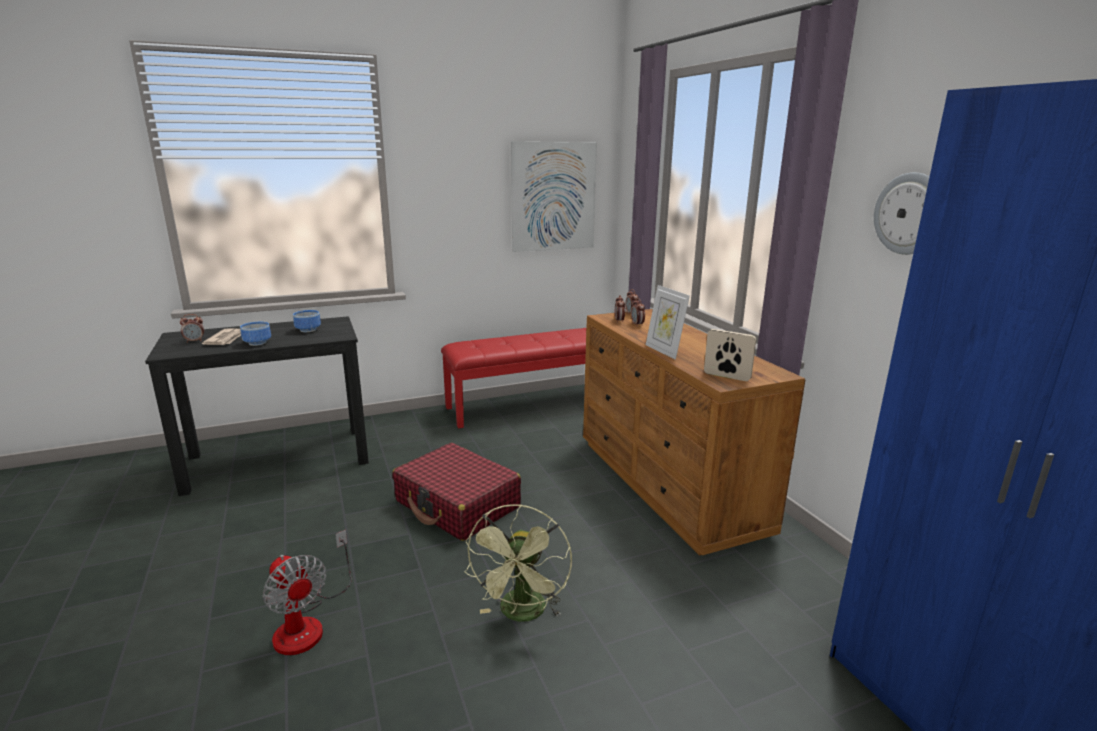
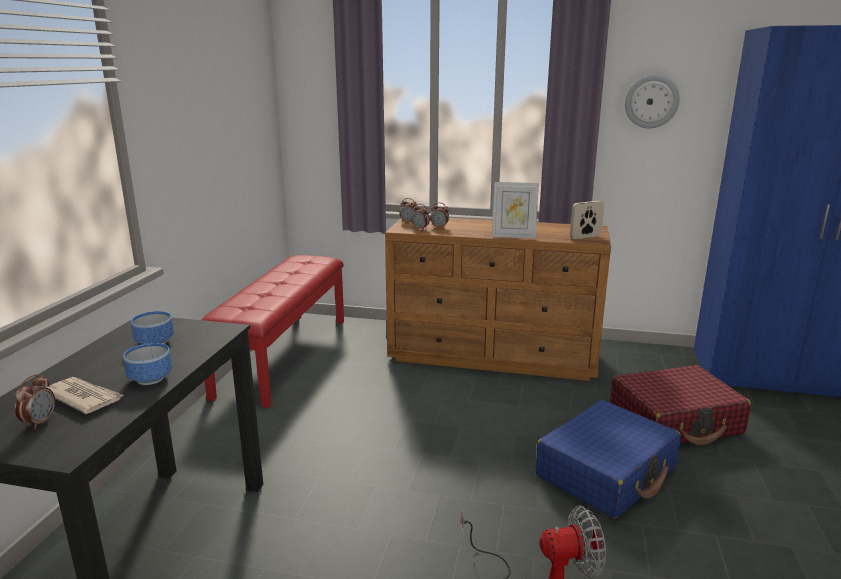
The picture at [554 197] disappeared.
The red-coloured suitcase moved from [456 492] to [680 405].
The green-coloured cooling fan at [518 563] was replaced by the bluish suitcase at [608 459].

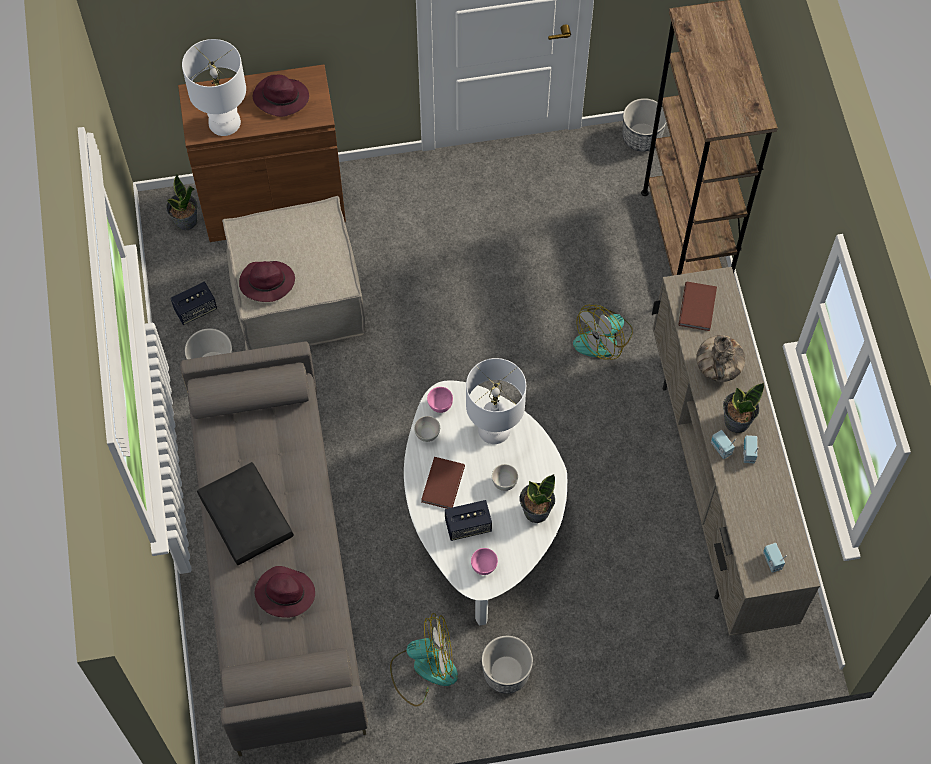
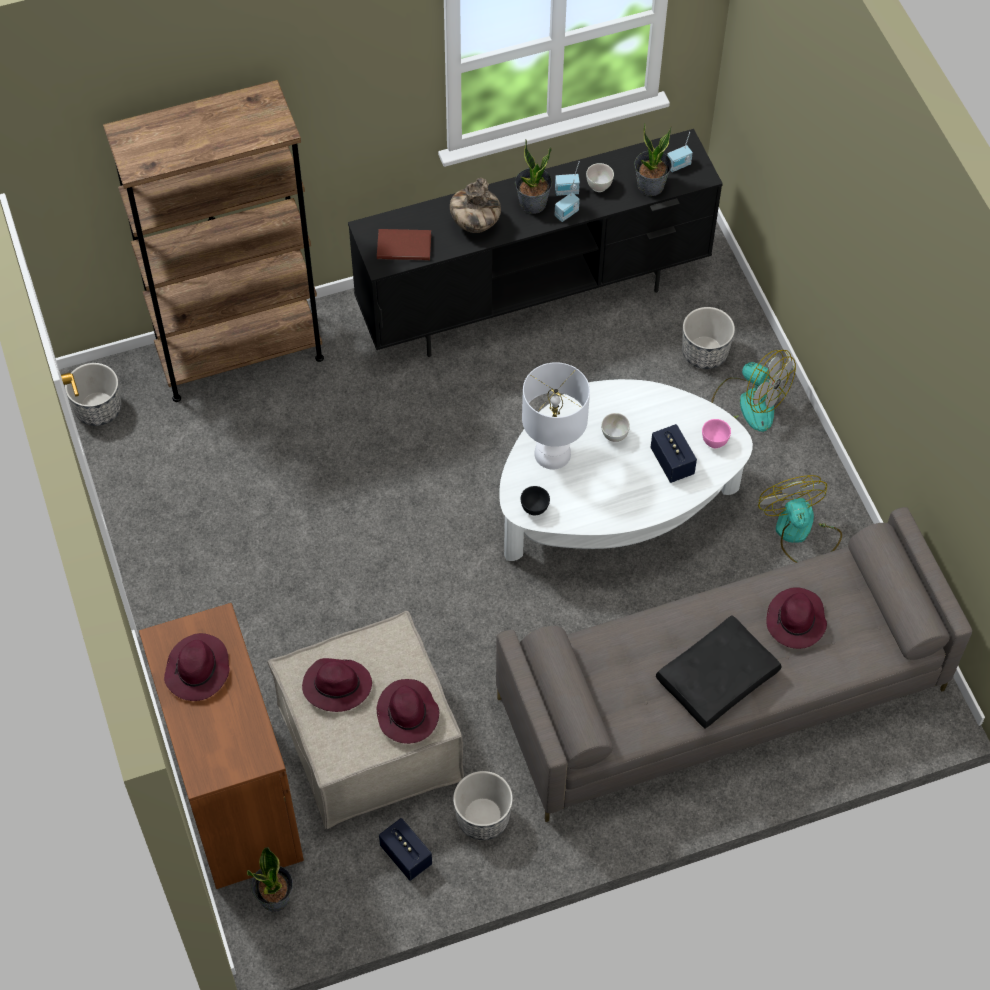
The white-coloured lamp for a table at [214 87] disappeared.
The brownish book at [443 483] disappeared.
The purple-coloured clothing hat at [337 685] appeared.
The white-coloured serving bowl moved from [427 429] to [600 177].
The plant pot moved from [507 665] to [708 338].
The potted plant moved from [537 498] to [653 159].
The cooling fan moved from [603 332] to [753 391].
The pink serving bowl at [440 400] became the black-coloured serving bowl at [535 500].
The beige tv unit at [736 451] became the black-coloured tv unit at [535 243].

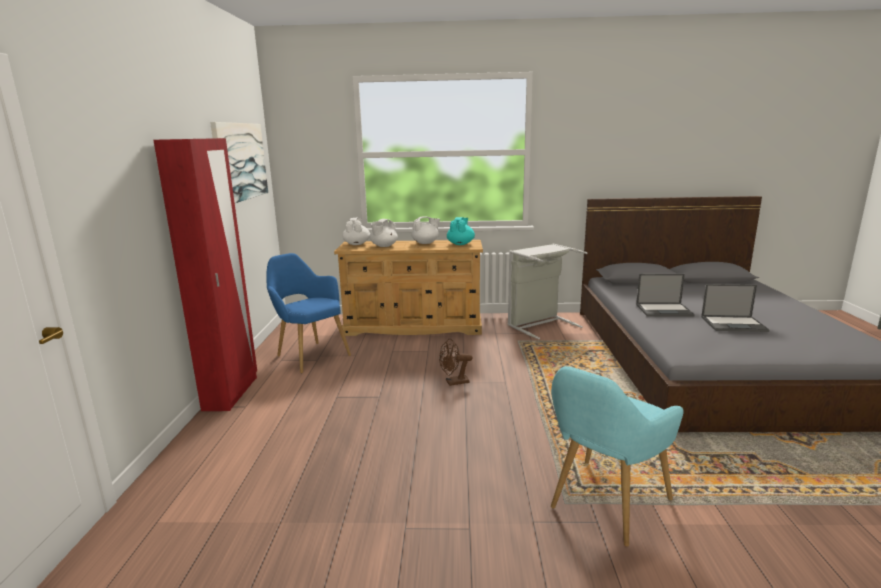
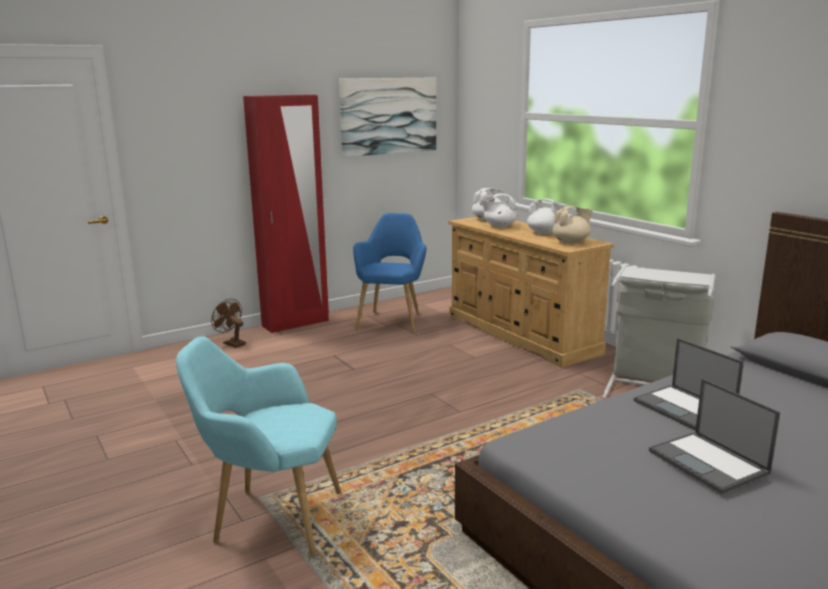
The brownish cooling fan moved from [455 362] to [228 323].
The turquoise tea pot at [461 231] became the beige tea pot at [572 225].

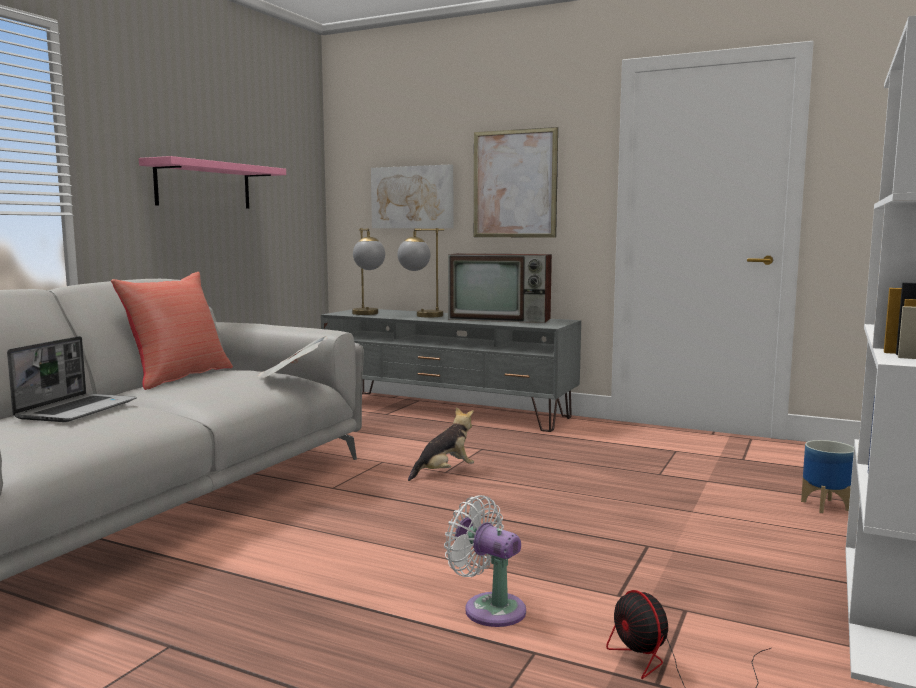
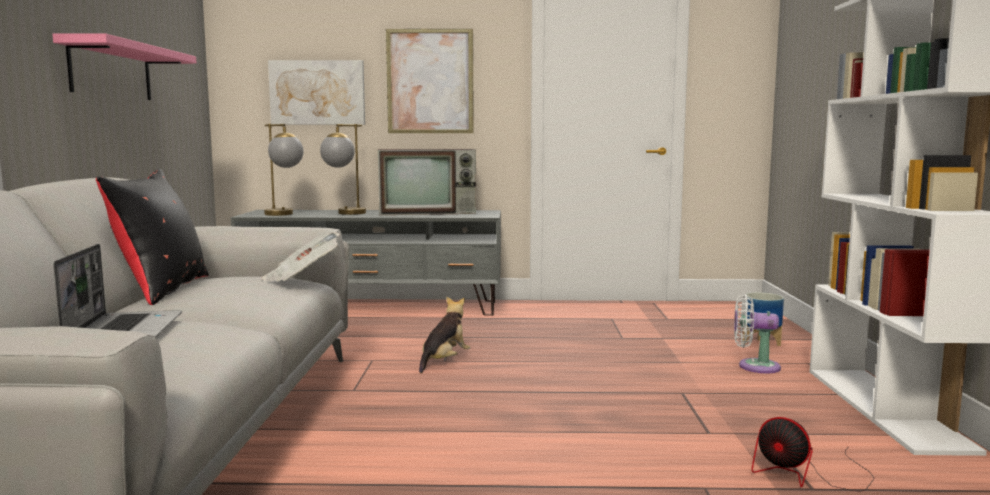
The white-coloured cooling fan moved from [485 561] to [757 333].
The red-coloured throw pillow at [172 331] became the black-coloured throw pillow at [152 236].

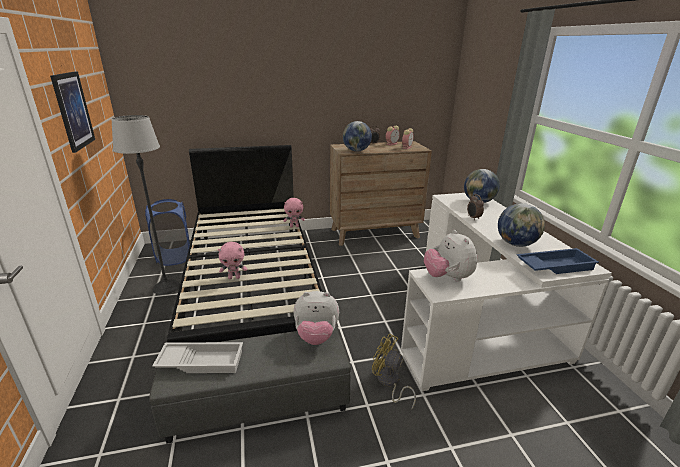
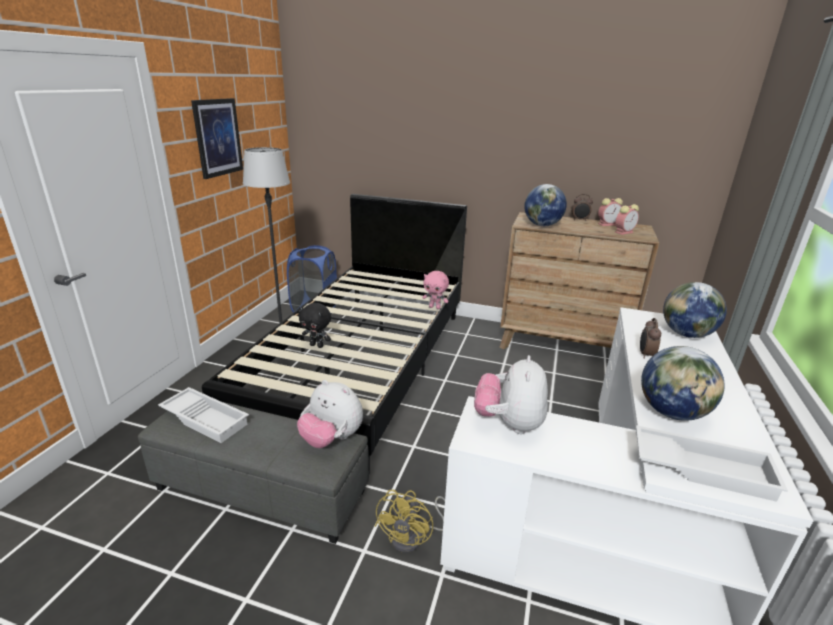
The pink plush toy at [232 260] became the black-coloured plush toy at [315 325].
The bluish serving tray at [558 261] became the white-coloured serving tray at [712 463].
The yellow cooling fan at [394 372] turned 135 degrees counterclockwise.

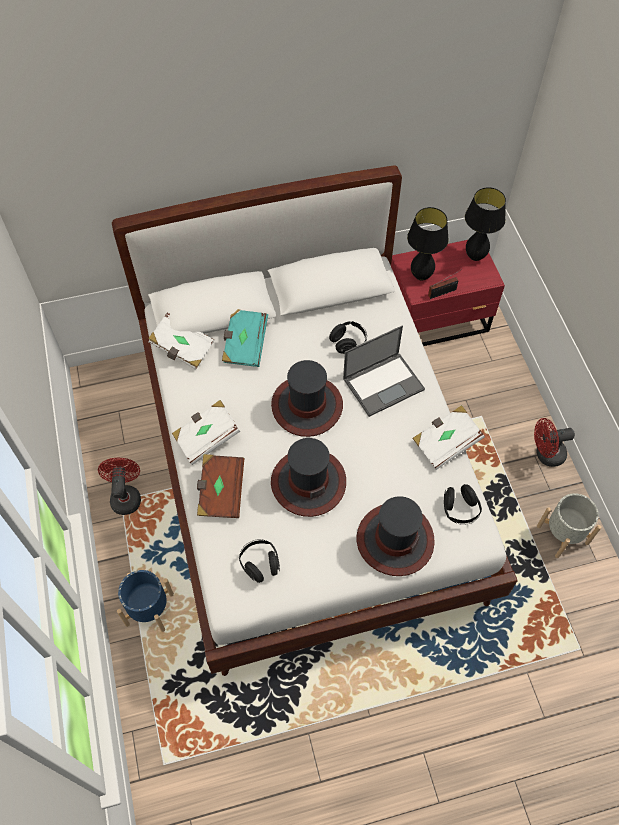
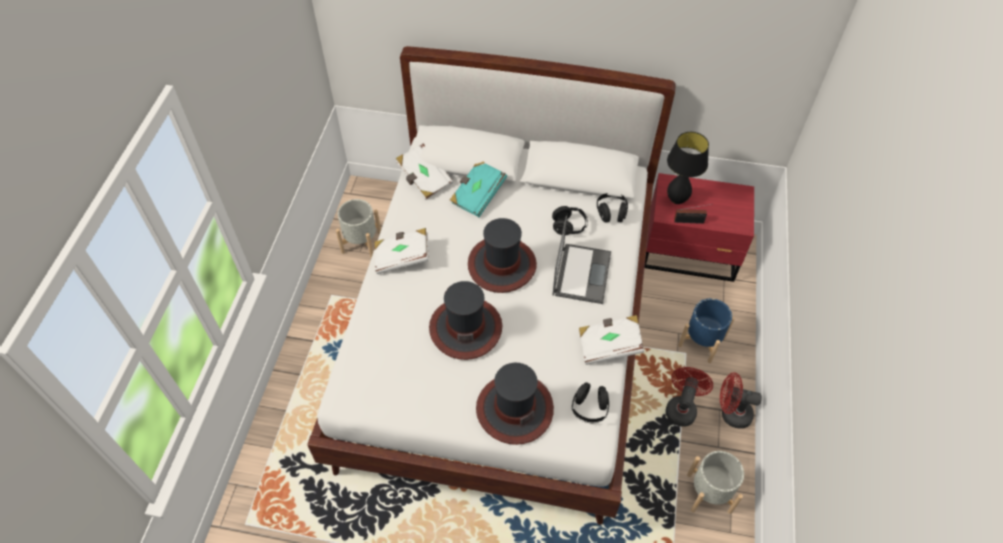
The brownish book at [220 486] disappeared.
The black-coloured lamp for a table at [485 224] disappeared.
The greyish plant pot at [358 228] appeared.
The red-coloured cooling fan moved from [119 486] to [689 397].
The bluish plant pot moved from [145 601] to [706 330].
The black-coloured pair of headphones moved from [259 561] to [612 208].
The laptop at [384 371] turned 75 degrees counterclockwise.

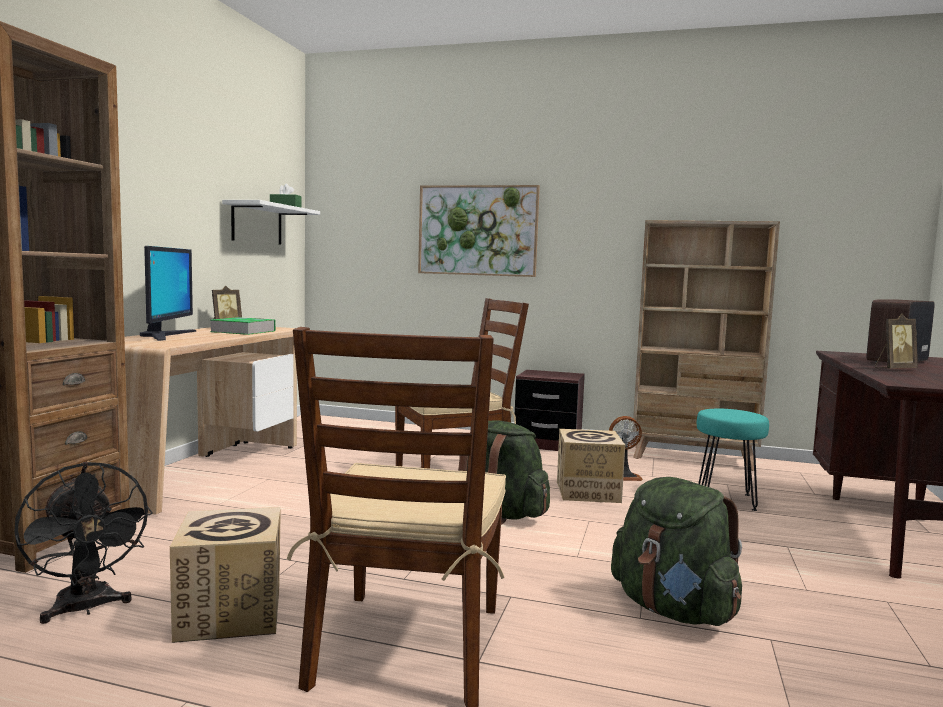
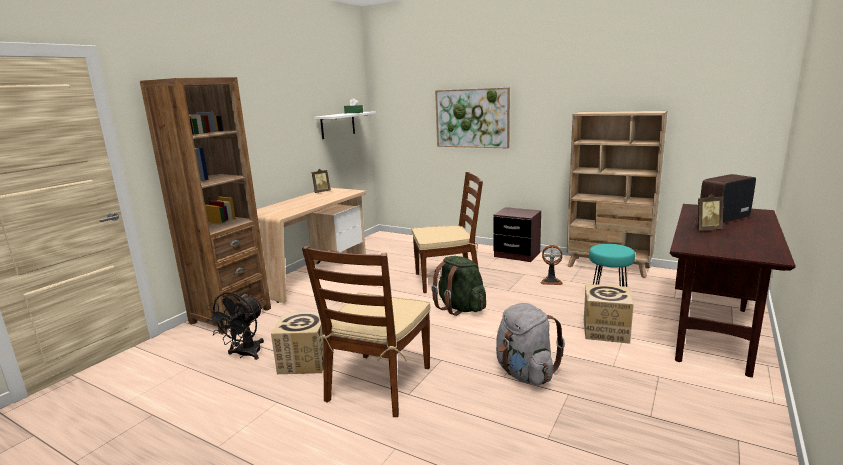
The computer display at [168 293] disappeared.
The book at [243 326] disappeared.
The packing box moved from [591 466] to [609 314].
The green-coloured knapsack at [676 551] became the greyish knapsack at [530 344].
The black-coloured cooling fan at [83 543] turned 45 degrees clockwise.

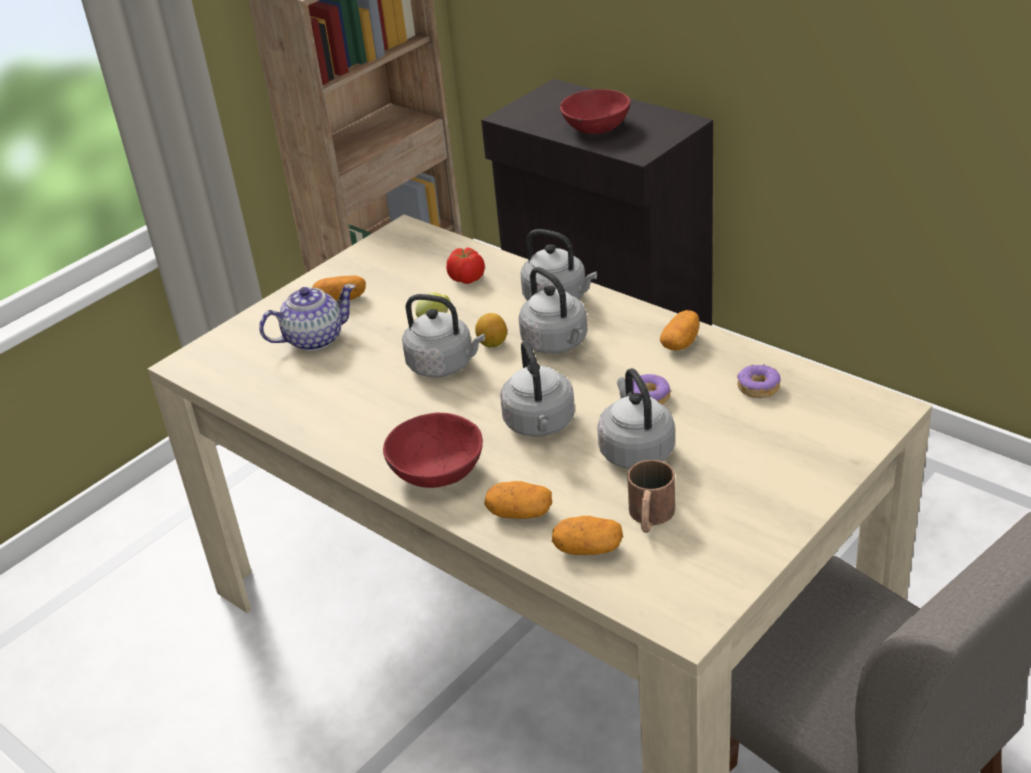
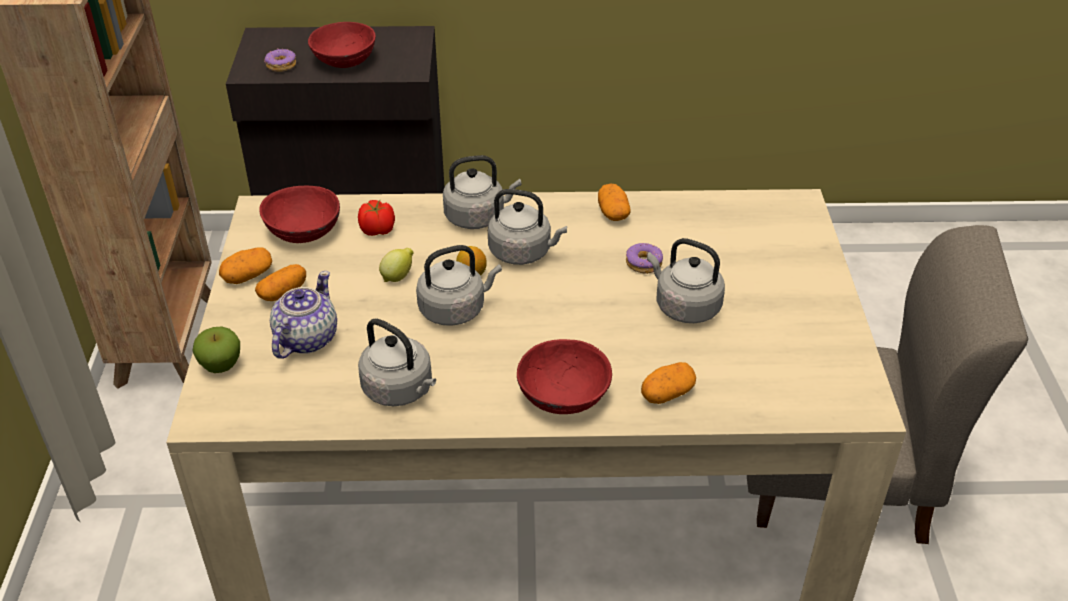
The brownish tea mug at [651 496] disappeared.
The apple fruit at [216 350] appeared.
The red-coloured serving bowl at [299 214] appeared.
The greyish tea kettle moved from [537 389] to [397 362].
The spud moved from [587 535] to [245 265].
The donut moved from [759 381] to [280 60].

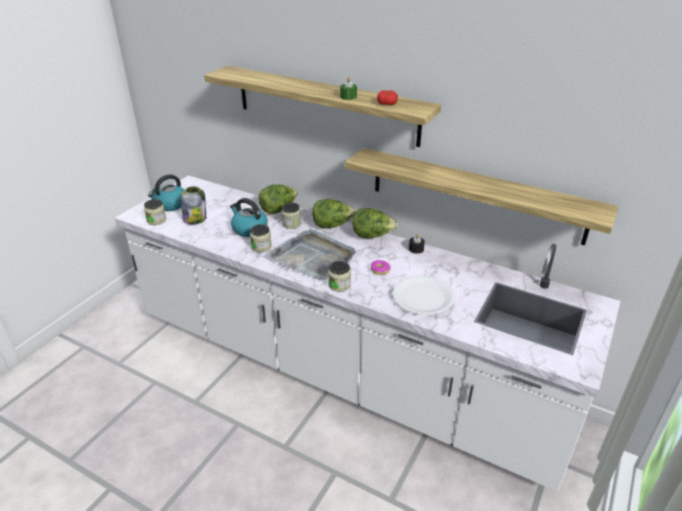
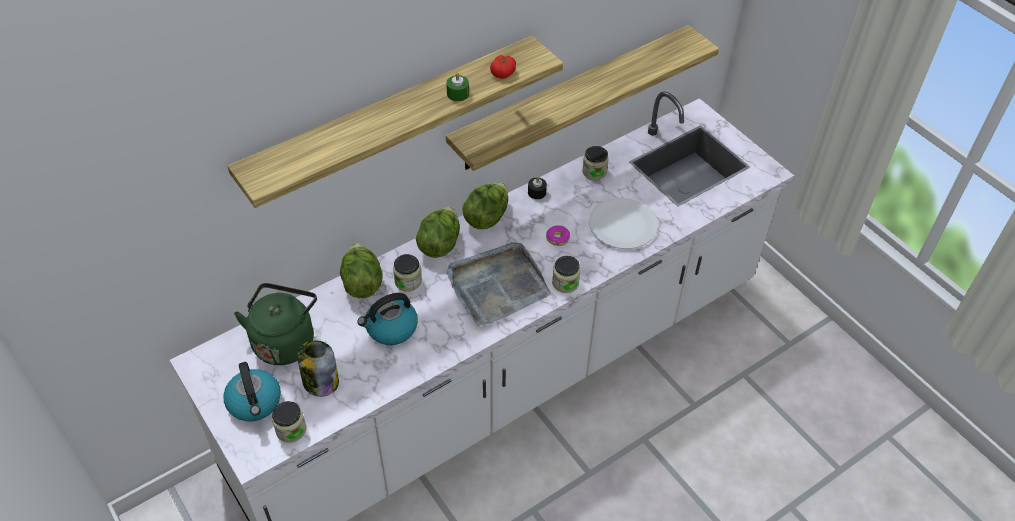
The green-coloured tea kettle at [275 324] appeared.
The preserve jar moved from [261 238] to [595 163].

